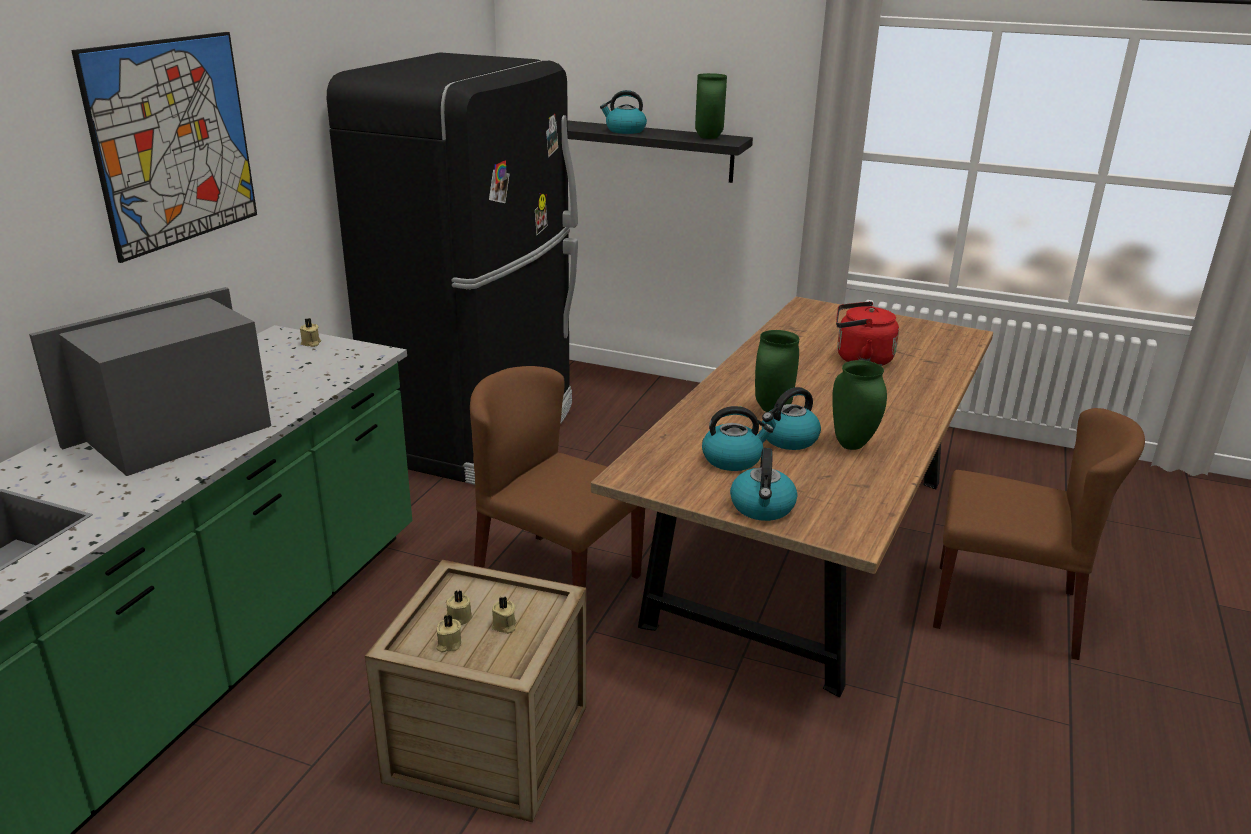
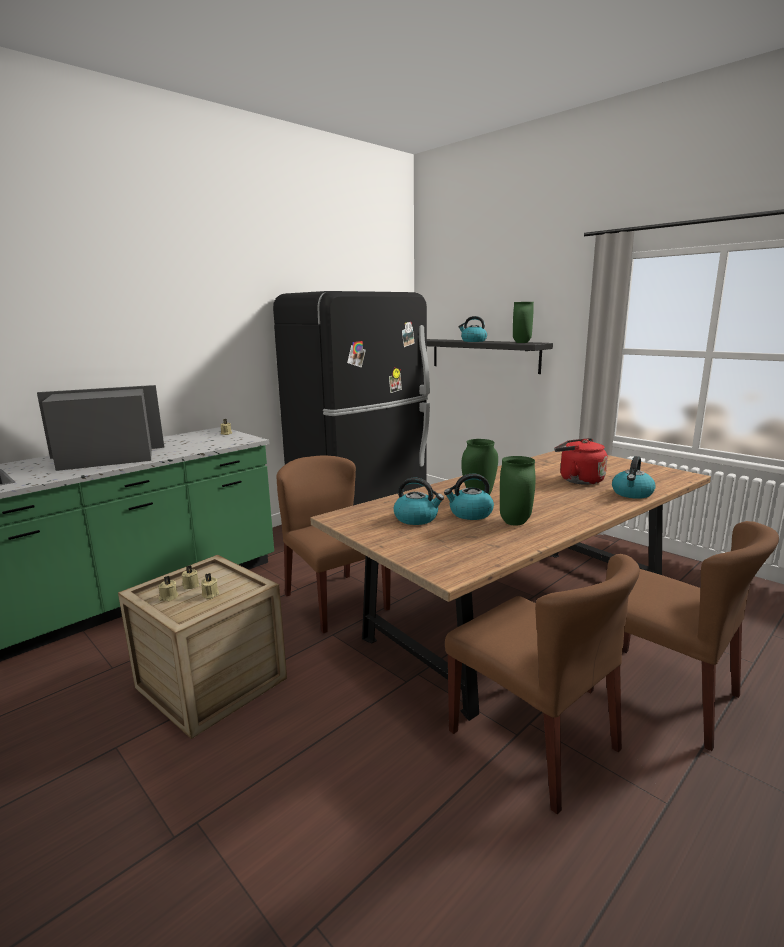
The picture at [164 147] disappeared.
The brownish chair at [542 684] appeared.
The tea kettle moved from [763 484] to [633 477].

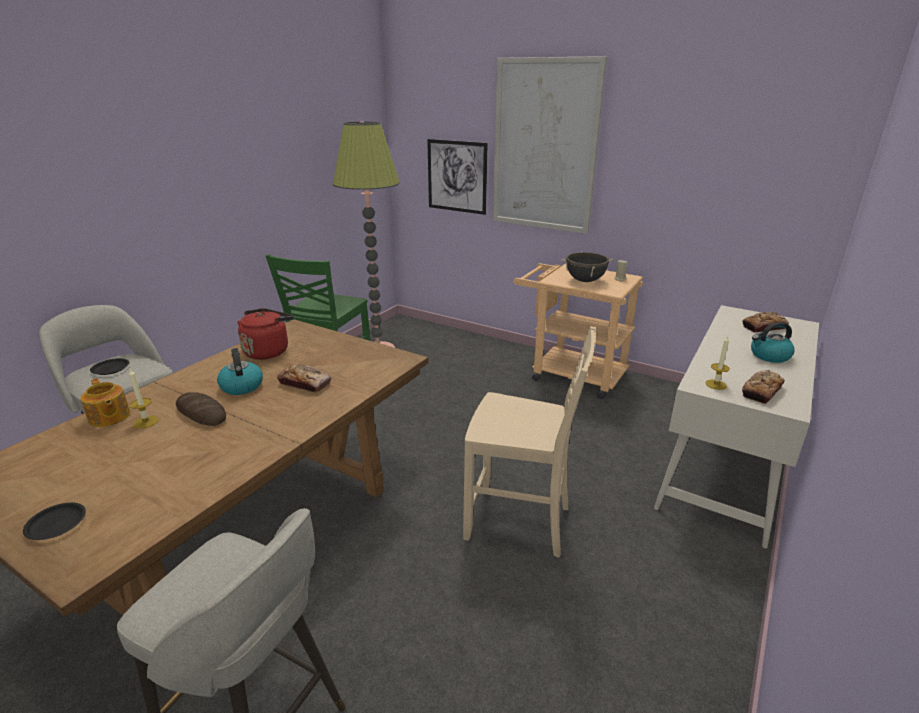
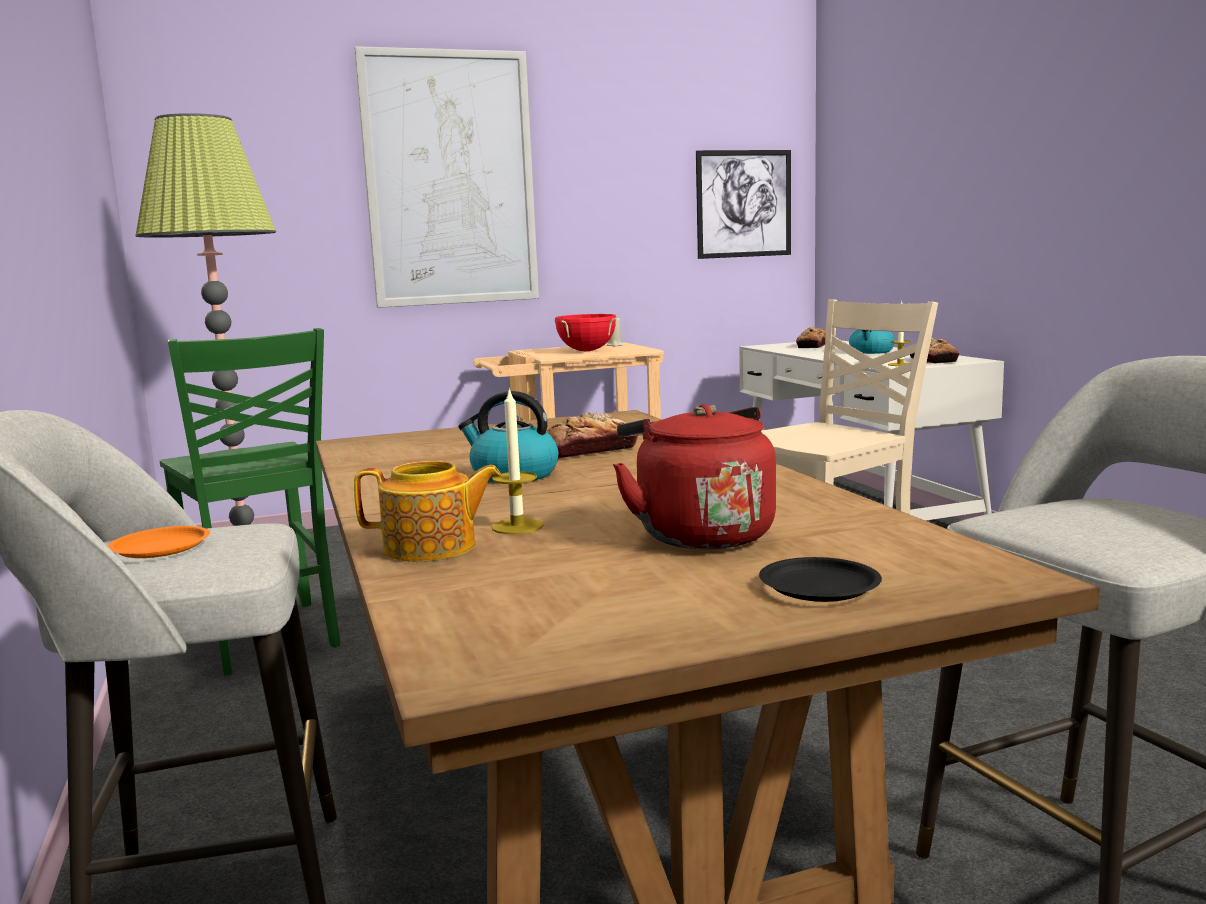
The bread at [201 409] disappeared.
The red-coloured tea kettle moved from [265 333] to [694 476].
The picture moved from [457 177] to [743 204].
The black-coloured flat dish at [109 366] became the orange-coloured flat dish at [159 542].
The black-coloured cooking pot at [587 267] became the red-coloured cooking pot at [586 332].

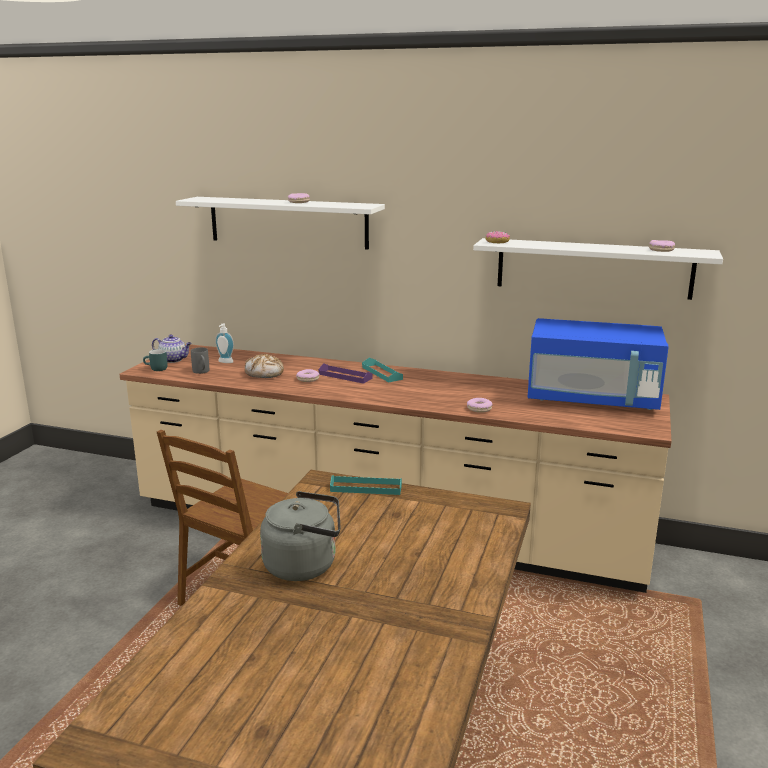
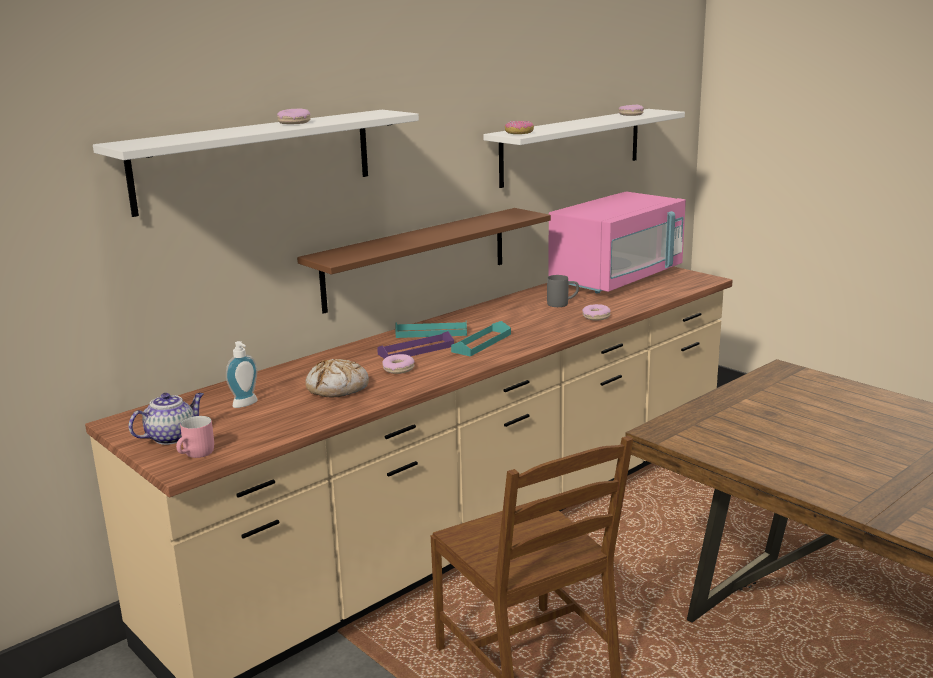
The greyish tea kettle at [300 536] disappeared.
The brownish bracket shelf at [424 261] appeared.
The greyish tea mug moved from [200 360] to [563 291].
The turquoise serving tray moved from [366 485] to [481 339].
The turquoise tea mug at [155 360] became the pink tea mug at [195 437].
The bluish microwave at [598 364] became the pink microwave at [617 242].

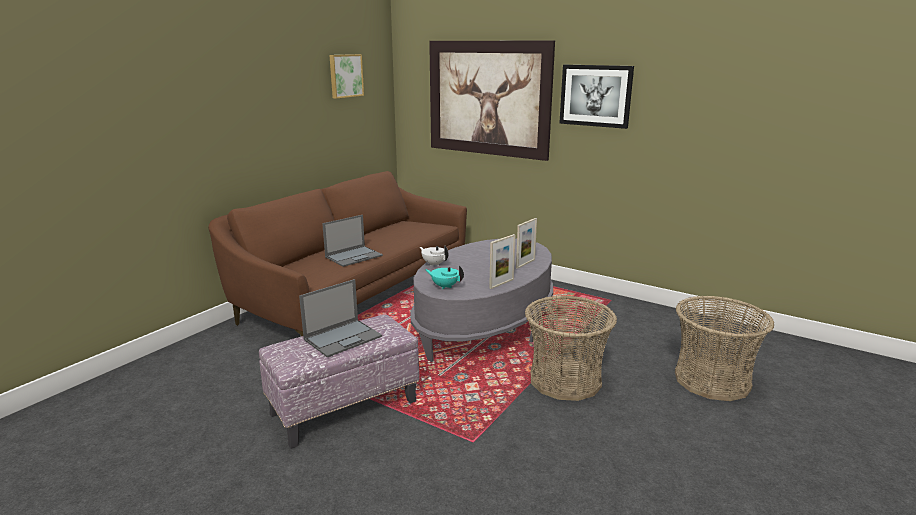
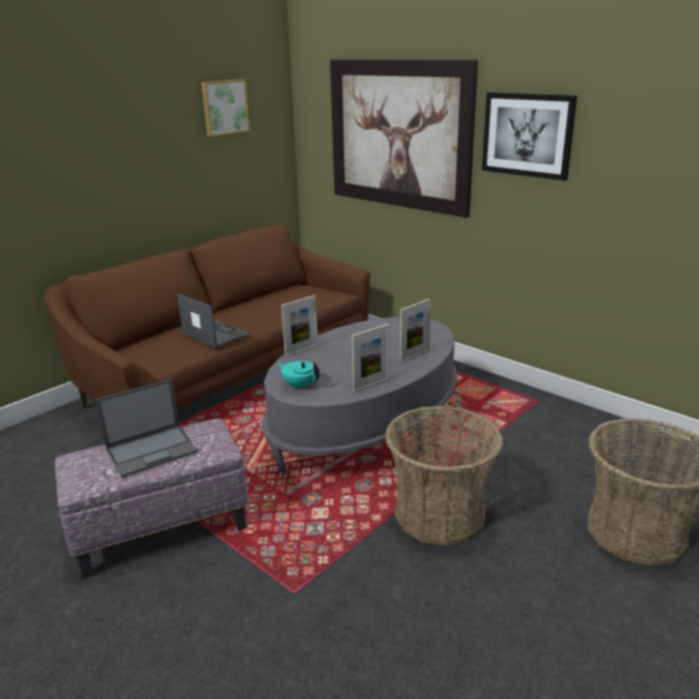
The white-coloured tea pot at [434 256] was replaced by the standing frame at [299 326].
The laptop at [352 241] turned 105 degrees counterclockwise.

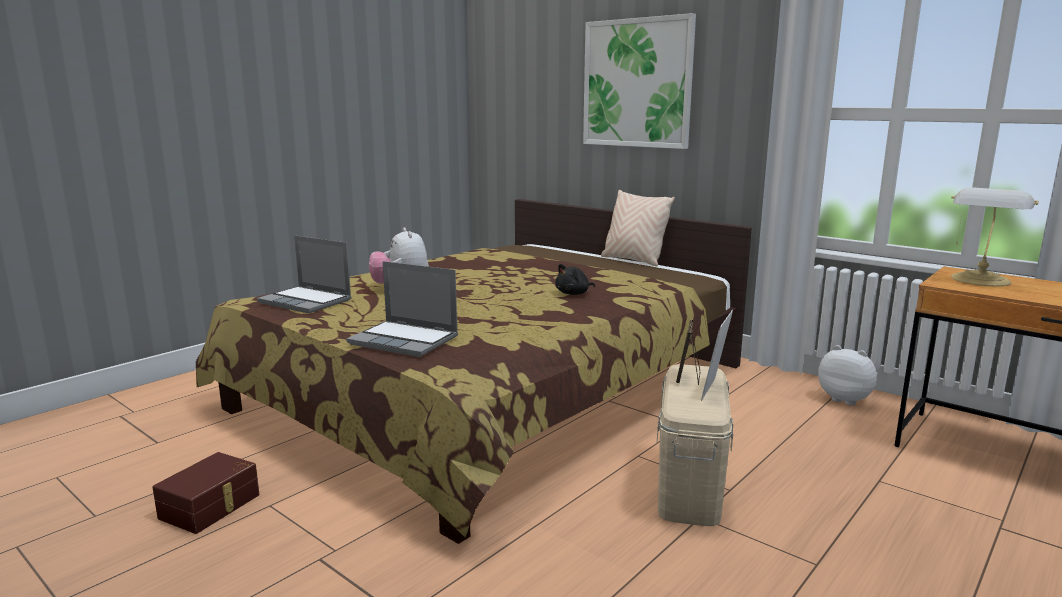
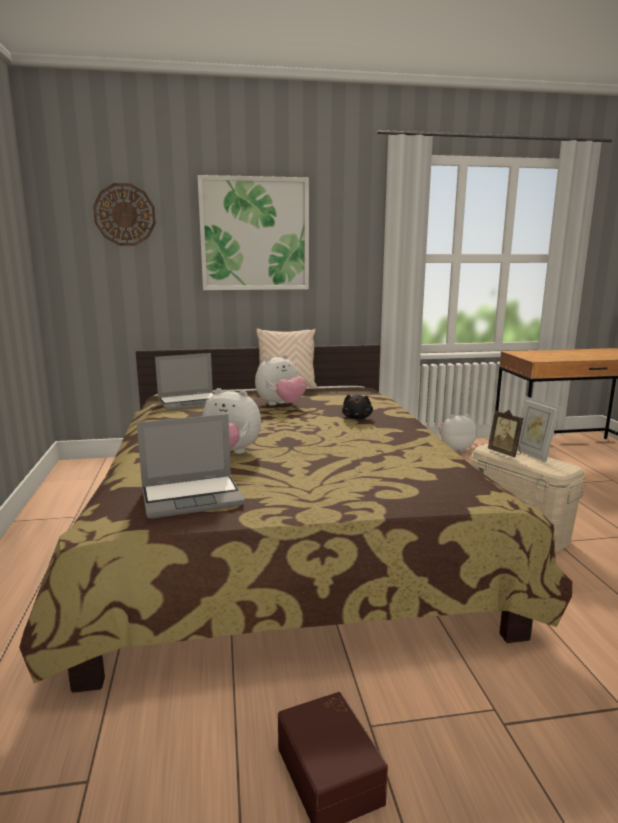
The lamp for a table at [995 237] disappeared.
The wall clock at [124 214] appeared.
The plush toy at [281 379] appeared.
The laptop moved from [402 309] to [184 382].

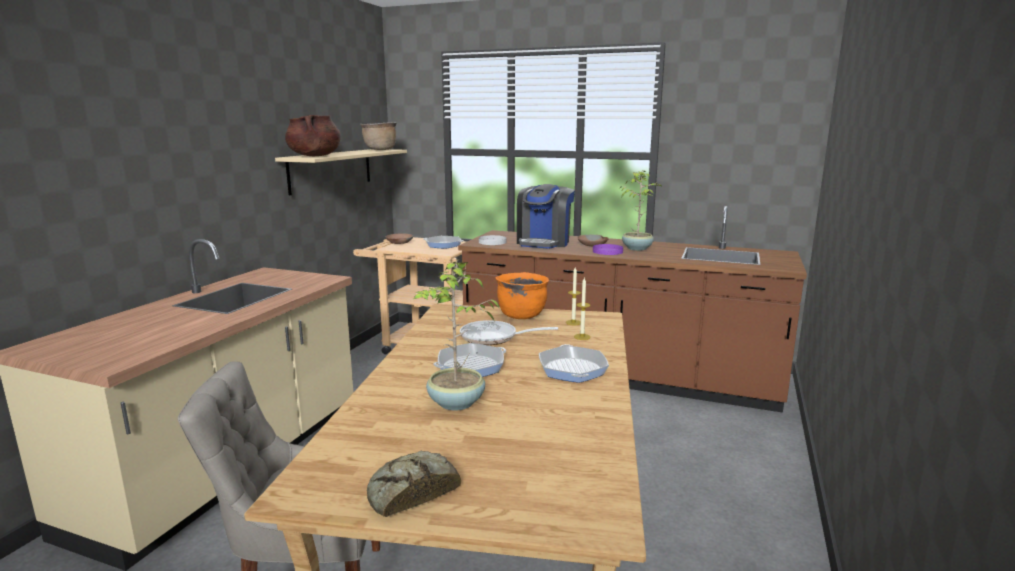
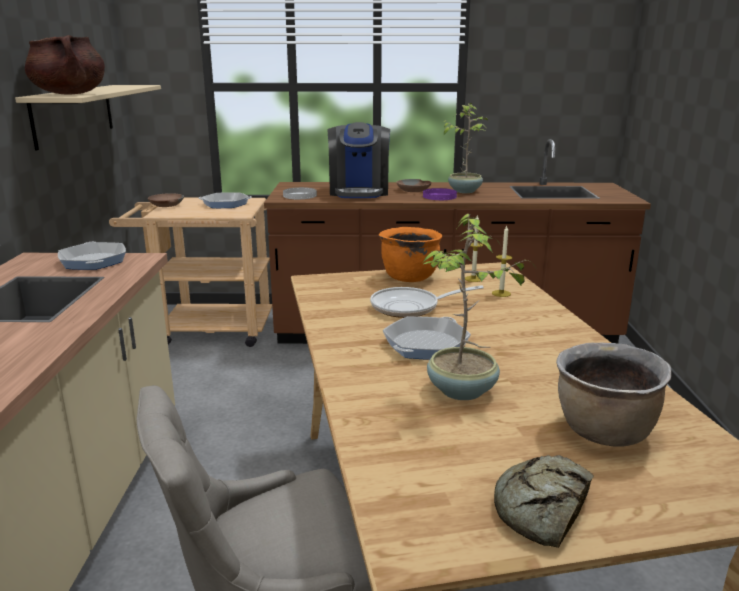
The brownish cooking pot moved from [378 136] to [613 394].
The pan moved from [574 363] to [92 256].

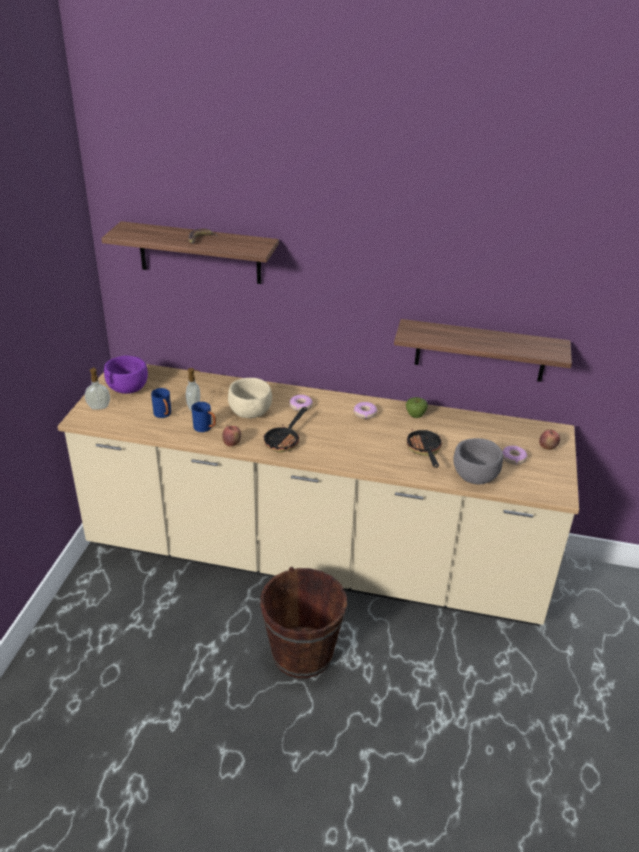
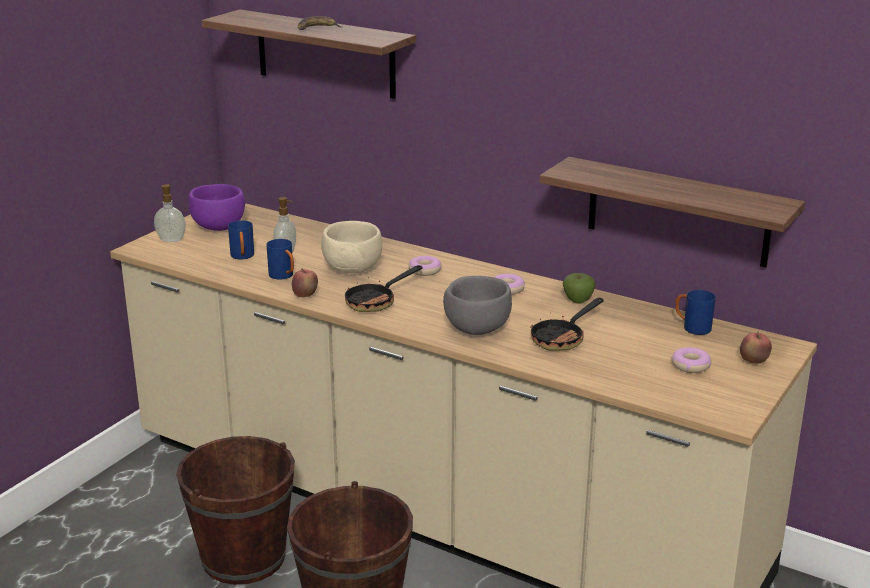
The brownish water bucket at [235 510] appeared.
The bluish tea mug at [695 312] appeared.
The greyish serving bowl moved from [478 461] to [477 305].
The pan at [424 448] turned 150 degrees counterclockwise.

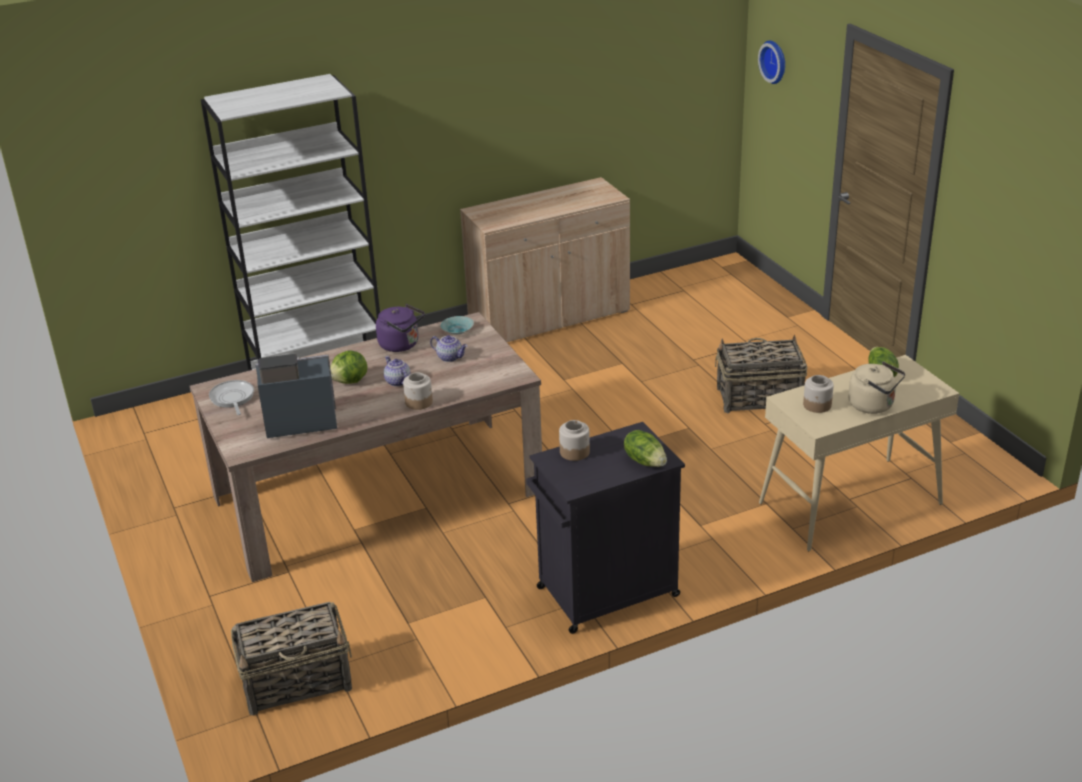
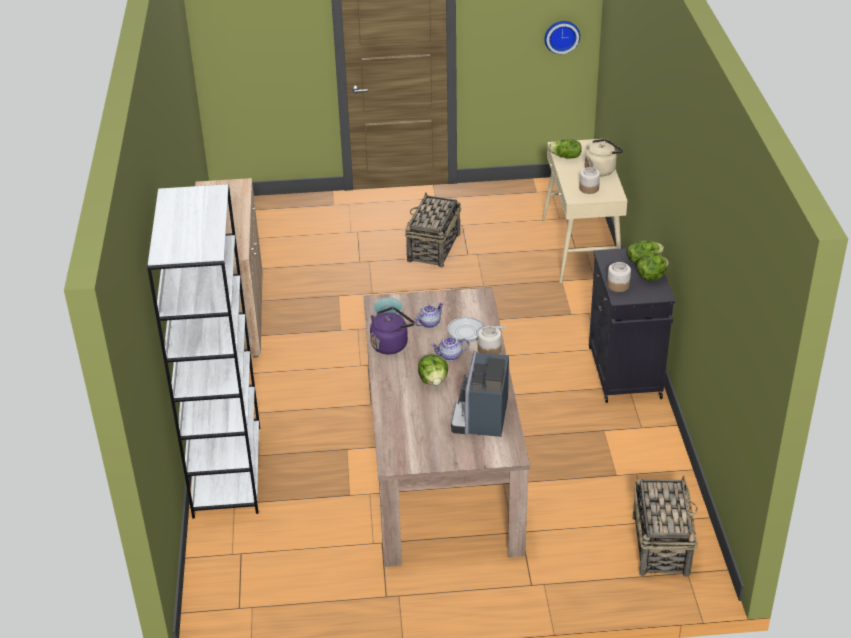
The lettuce at [653 267] appeared.
The pan moved from [231 397] to [476 330].
The wall clock moved from [771 62] to [562 37].

